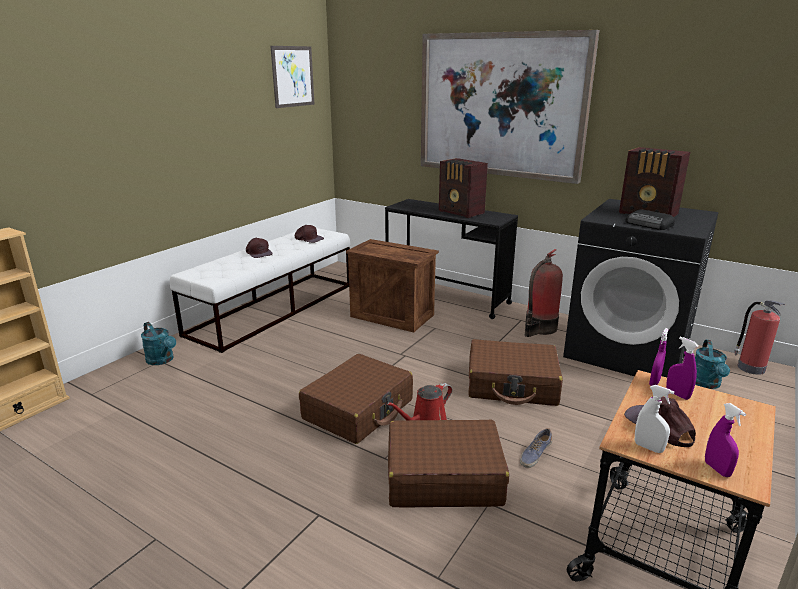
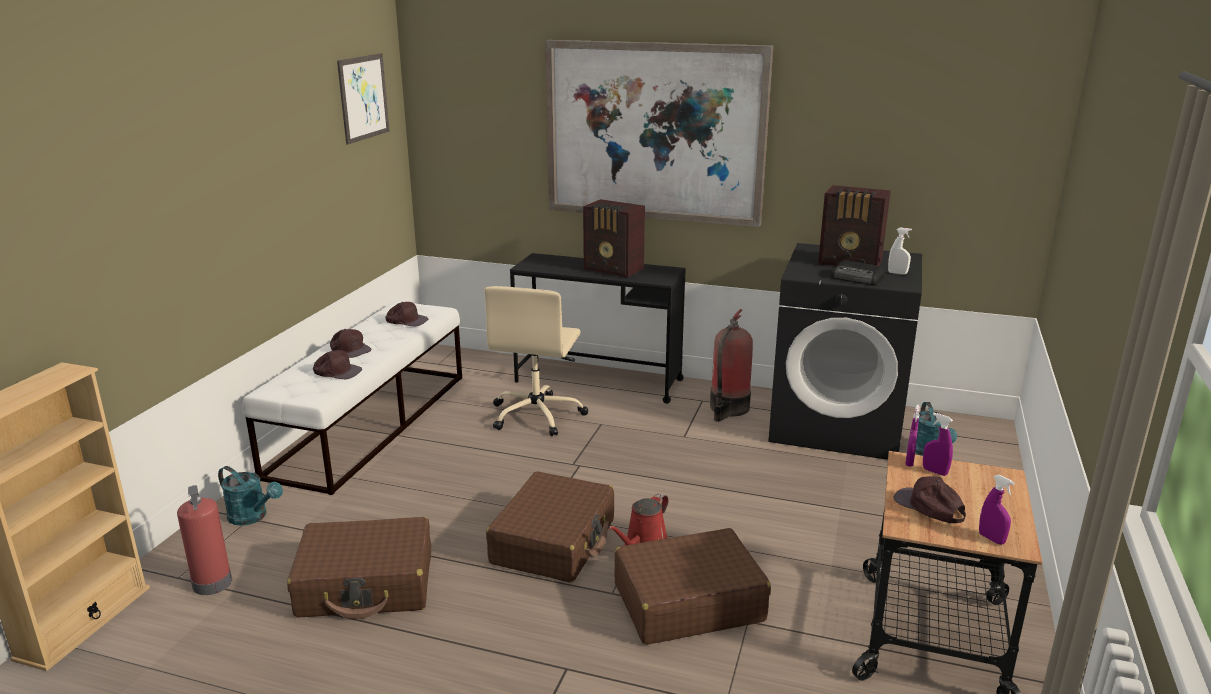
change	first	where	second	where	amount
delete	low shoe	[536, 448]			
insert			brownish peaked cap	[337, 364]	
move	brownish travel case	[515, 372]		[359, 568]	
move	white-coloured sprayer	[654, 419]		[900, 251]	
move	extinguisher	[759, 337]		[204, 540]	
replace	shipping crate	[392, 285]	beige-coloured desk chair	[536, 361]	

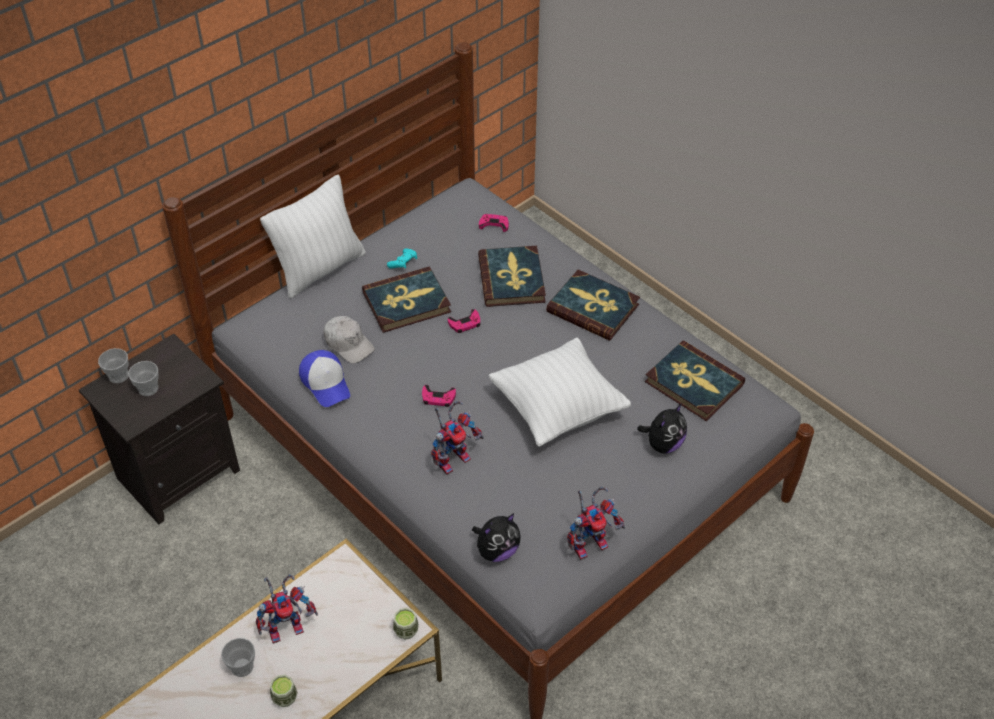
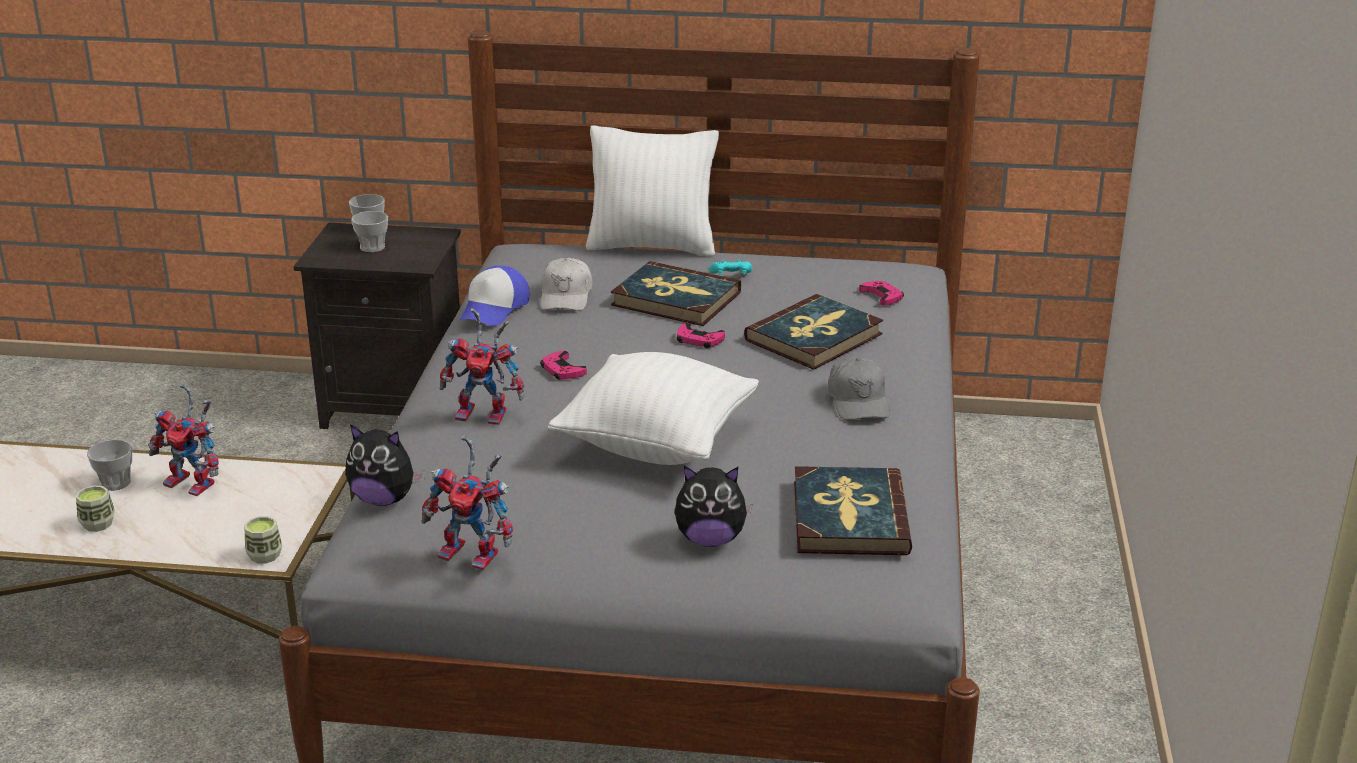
change	first	where	second	where	amount
replace	bound book	[593, 305]	greyish peaked cap	[859, 388]	

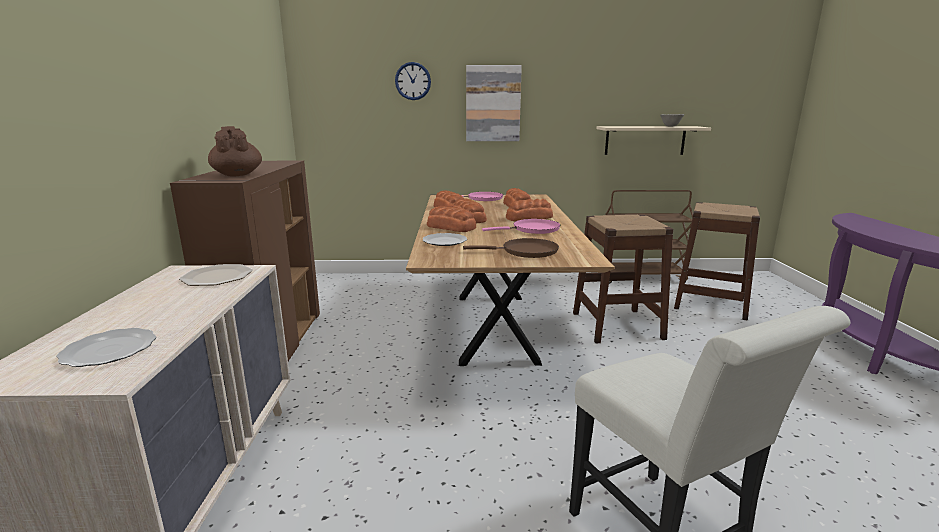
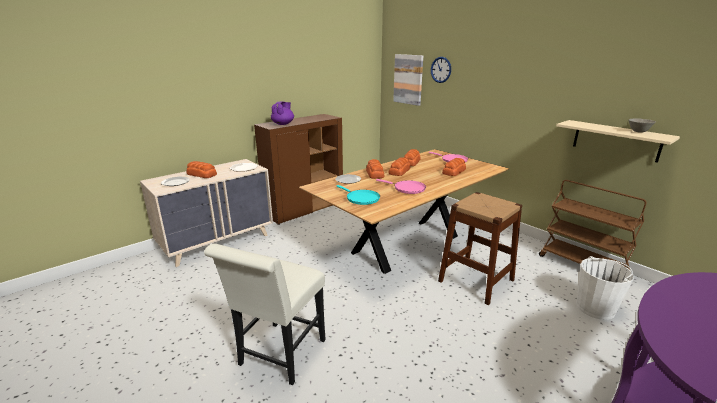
change	first	where	second	where	amount
move	picture	[494, 103]		[408, 80]	
move	bread	[529, 210]		[201, 169]	
replace	brownish stool seat	[717, 261]	white-coloured water bucket	[605, 288]	
recolor	brownish teapot	[235, 151]	purplish teapot	[282, 113]	
recolor	brownish frying pan	[511, 248]	turquoise frying pan	[358, 195]	

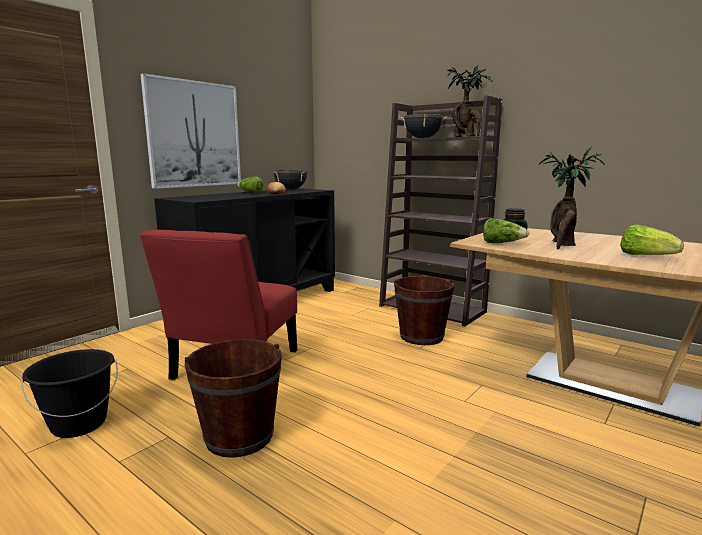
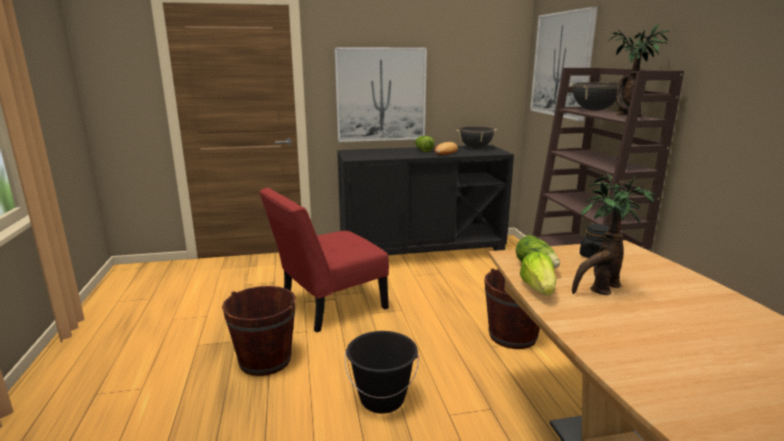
change	first	where	second	where	amount
insert			picture	[564, 64]	
move	blackish water bucket	[69, 393]		[382, 372]	
move	head of lettuce	[652, 239]		[538, 273]	

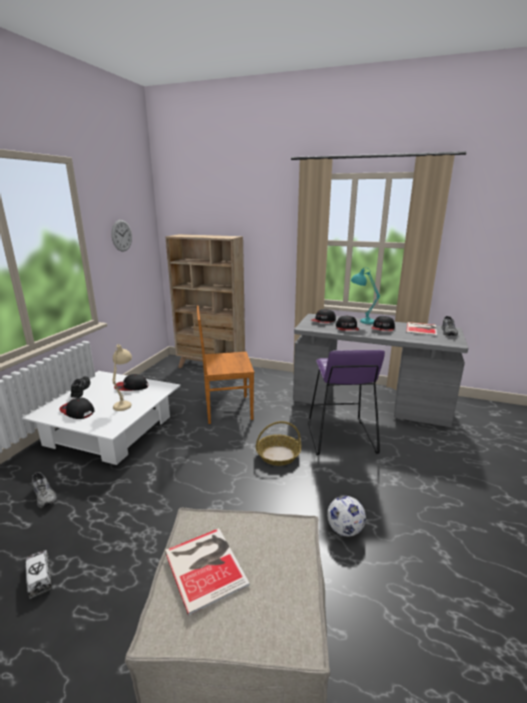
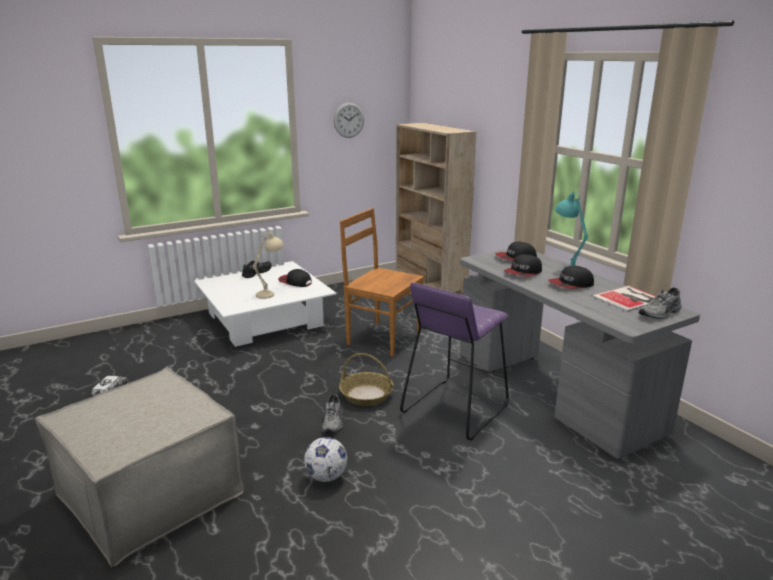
change	first	where	second	where	amount
delete	peaked cap	[76, 408]			
delete	bound book	[207, 571]			
move	greyish low shoe	[44, 490]		[332, 413]	

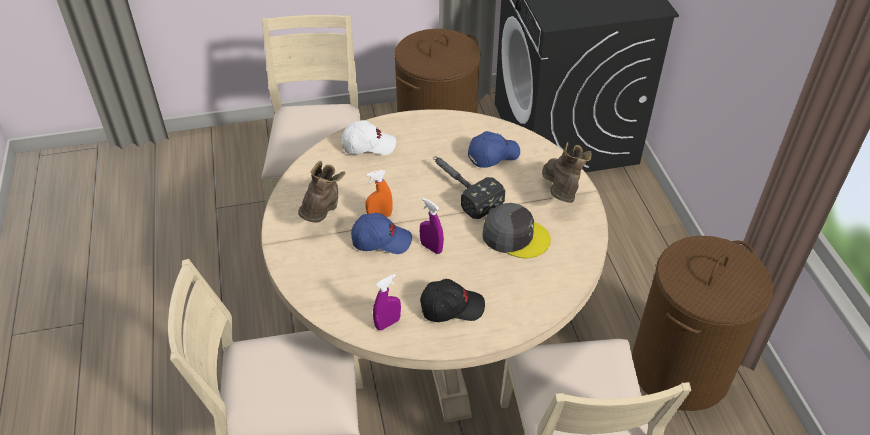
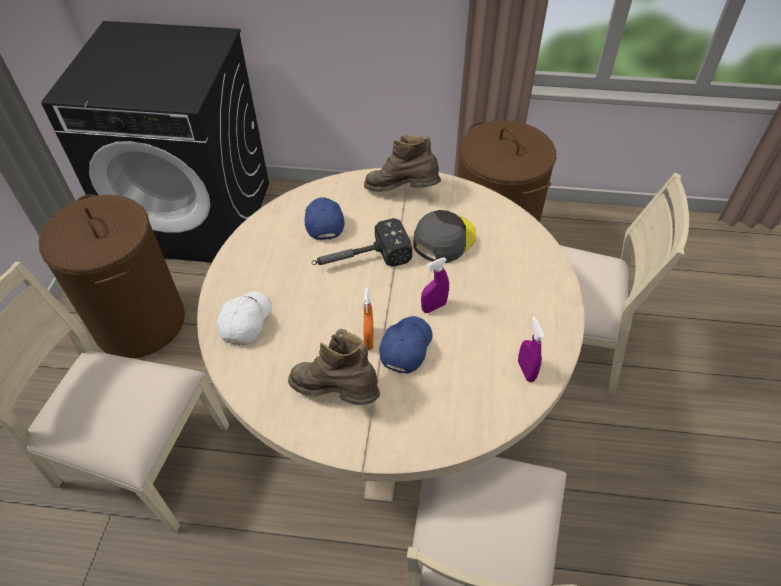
change	first	where	second	where	amount
delete	blackish peaked cap	[452, 300]			

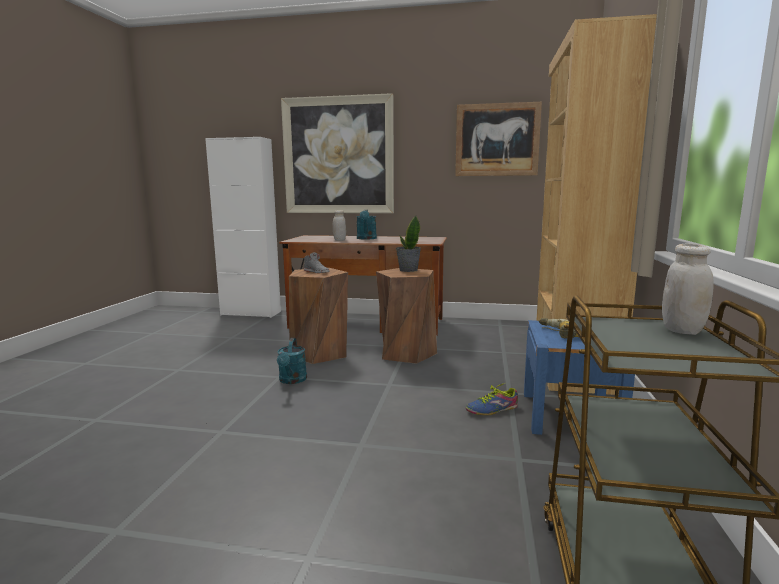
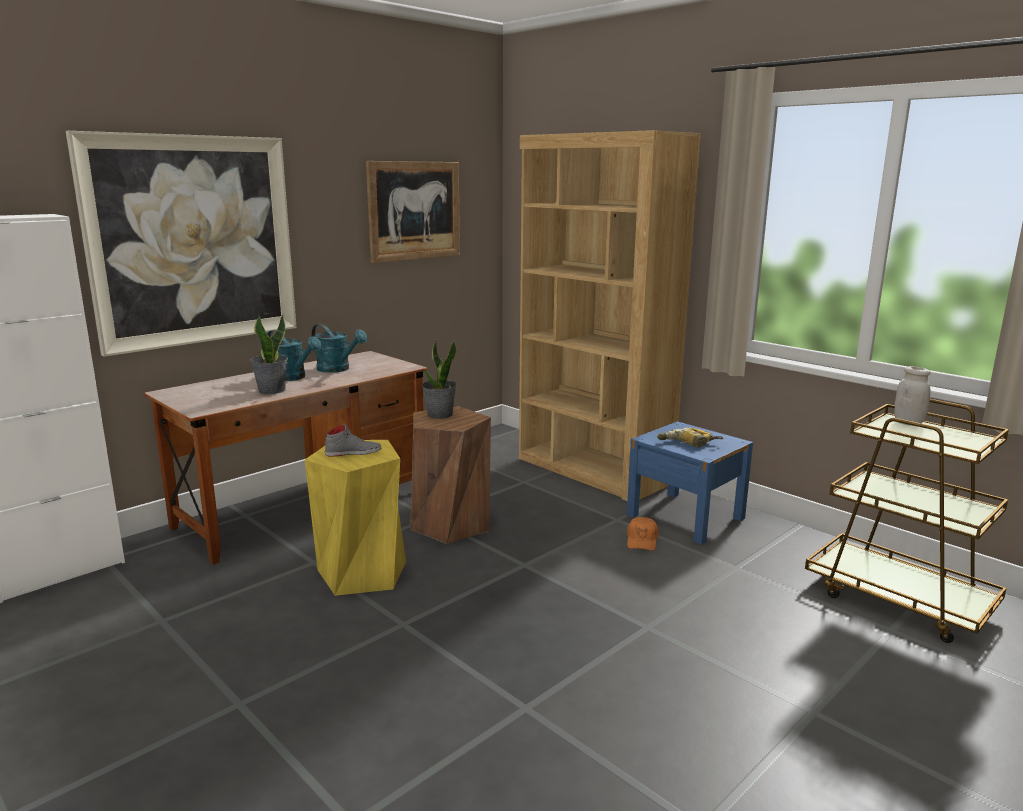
change	first	where	second	where	amount
move	turquoise sprinkling can	[292, 361]		[339, 348]	
replace	white-coloured preserve jar	[339, 225]	potted plant	[269, 354]	
replace	low shoe	[492, 399]	orange-coloured peaked cap	[642, 534]	
recolor	brownish stool seat	[318, 316]	yellowish stool seat	[355, 518]	

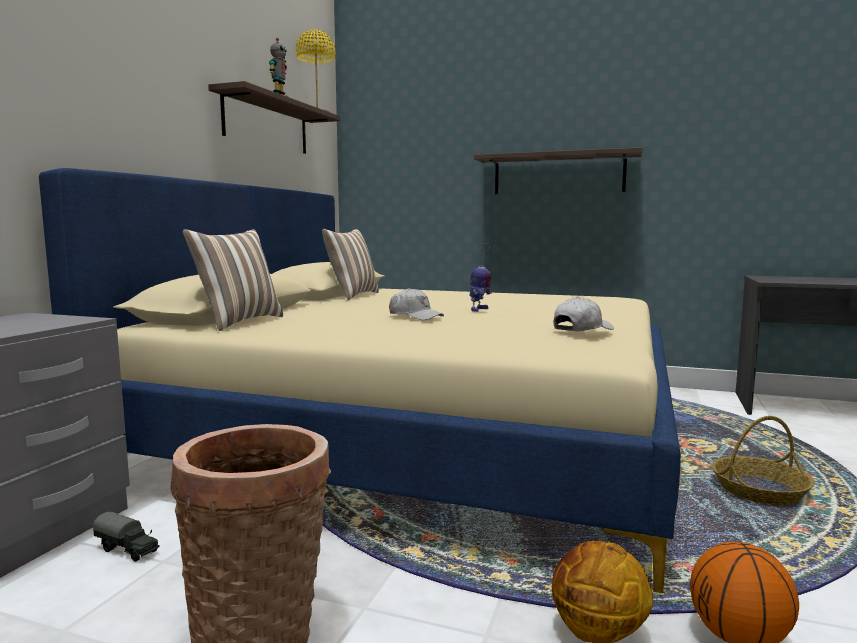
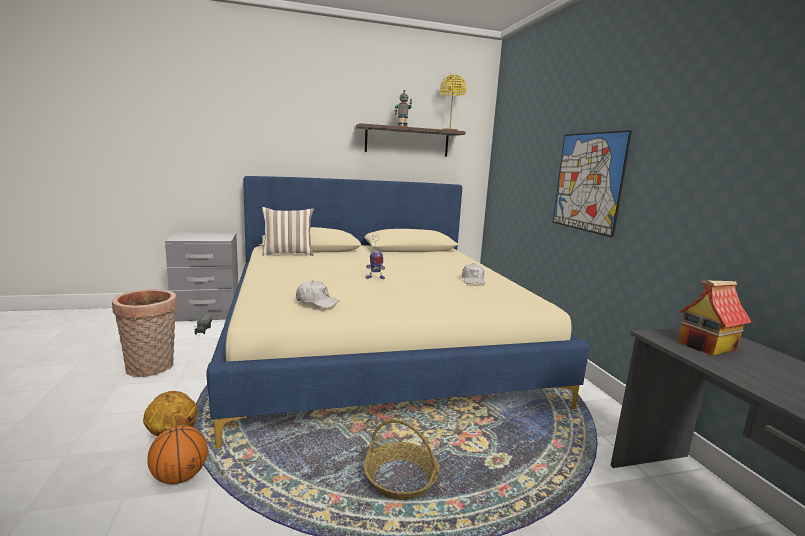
change	first	where	second	where	amount
delete	pillow	[350, 264]			
insert			toy house	[715, 318]	
move	white-coloured peaked cap	[416, 304]		[473, 274]	
replace	shelf	[558, 170]	picture	[592, 184]	

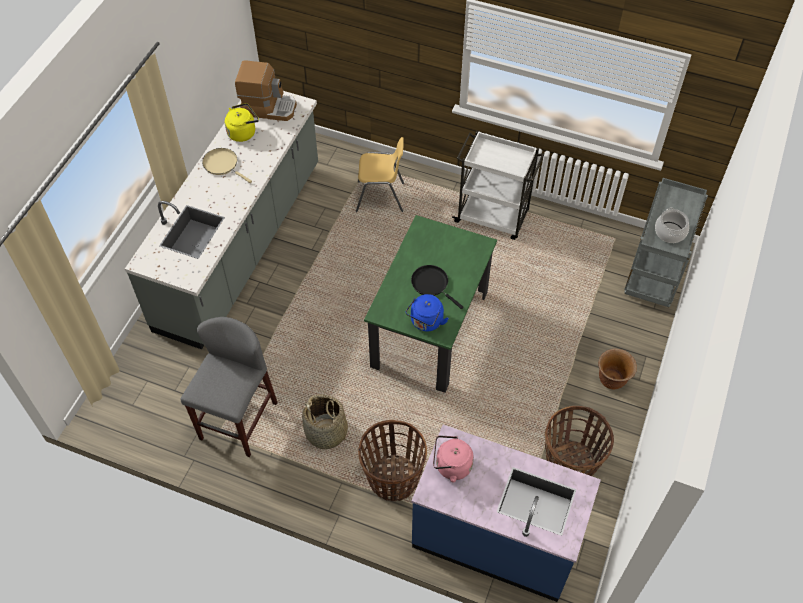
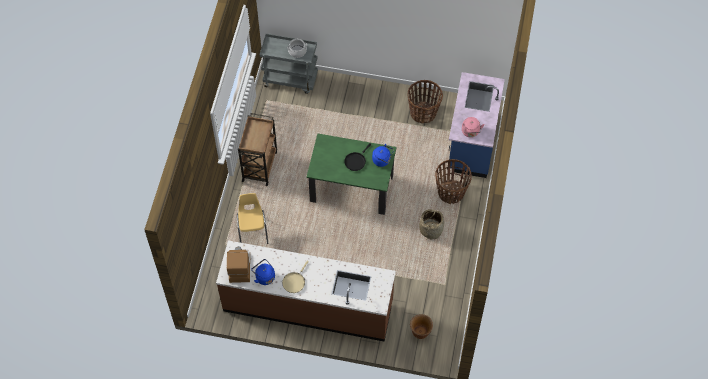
change	first	where	second	where	amount
delete	greyish stool seat	[228, 387]			
move	brownish planter	[617, 369]		[421, 326]	
recolor	greyish counter	[221, 220]	brownish counter	[306, 291]	
recolor	yellowish water kettle	[242, 122]	blue-coloured water kettle	[263, 272]	
recolor	white-coloured cart	[498, 185]	brownish cart	[257, 149]	

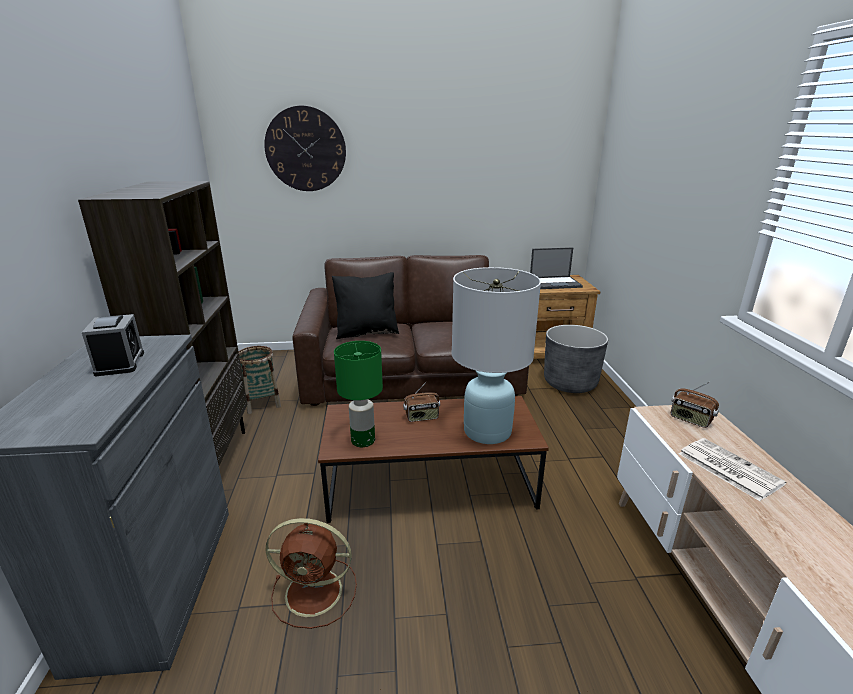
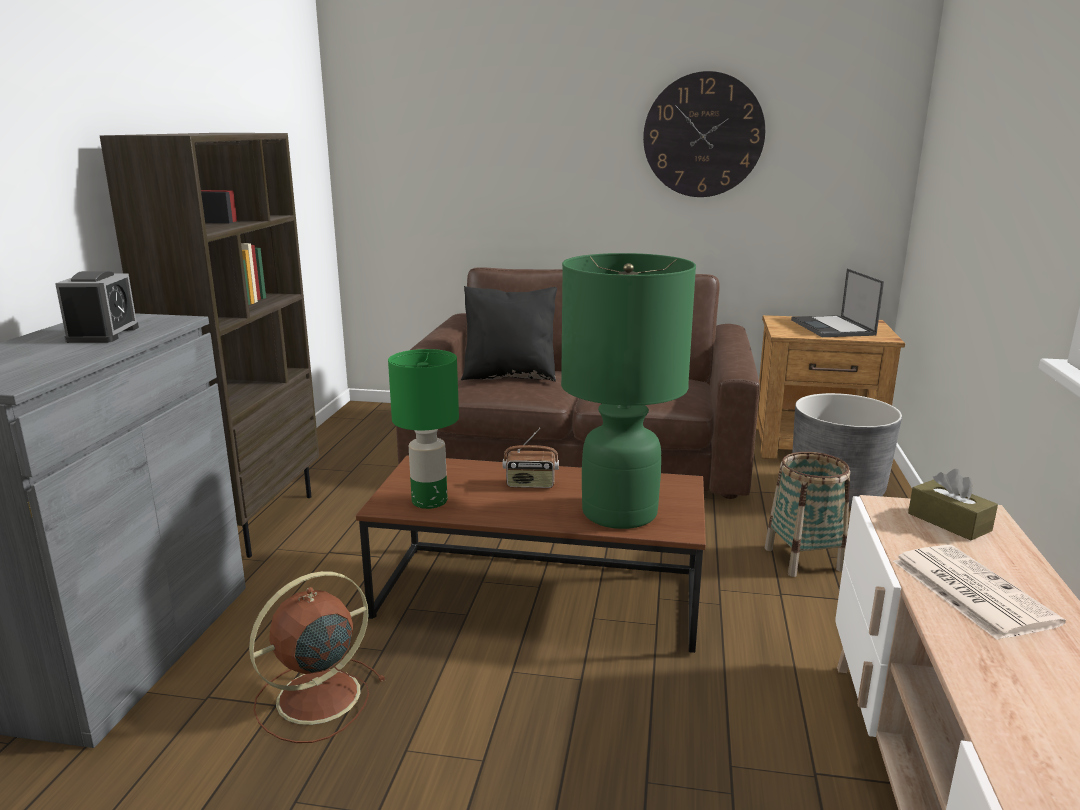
change	first	where	second	where	amount
move	storage basket	[260, 380]		[807, 514]	
move	wall clock	[305, 148]		[704, 134]	
replace	radio set	[695, 405]	brownish tissue holder	[953, 504]	
recolor	white-coloured table lamp	[496, 355]	greenish table lamp	[628, 391]	
rotate	brownish fan	[311, 573]		[317, 657]	120 degrees clockwise
rotate	notebook computer	[556, 268]		[837, 302]	75 degrees clockwise

